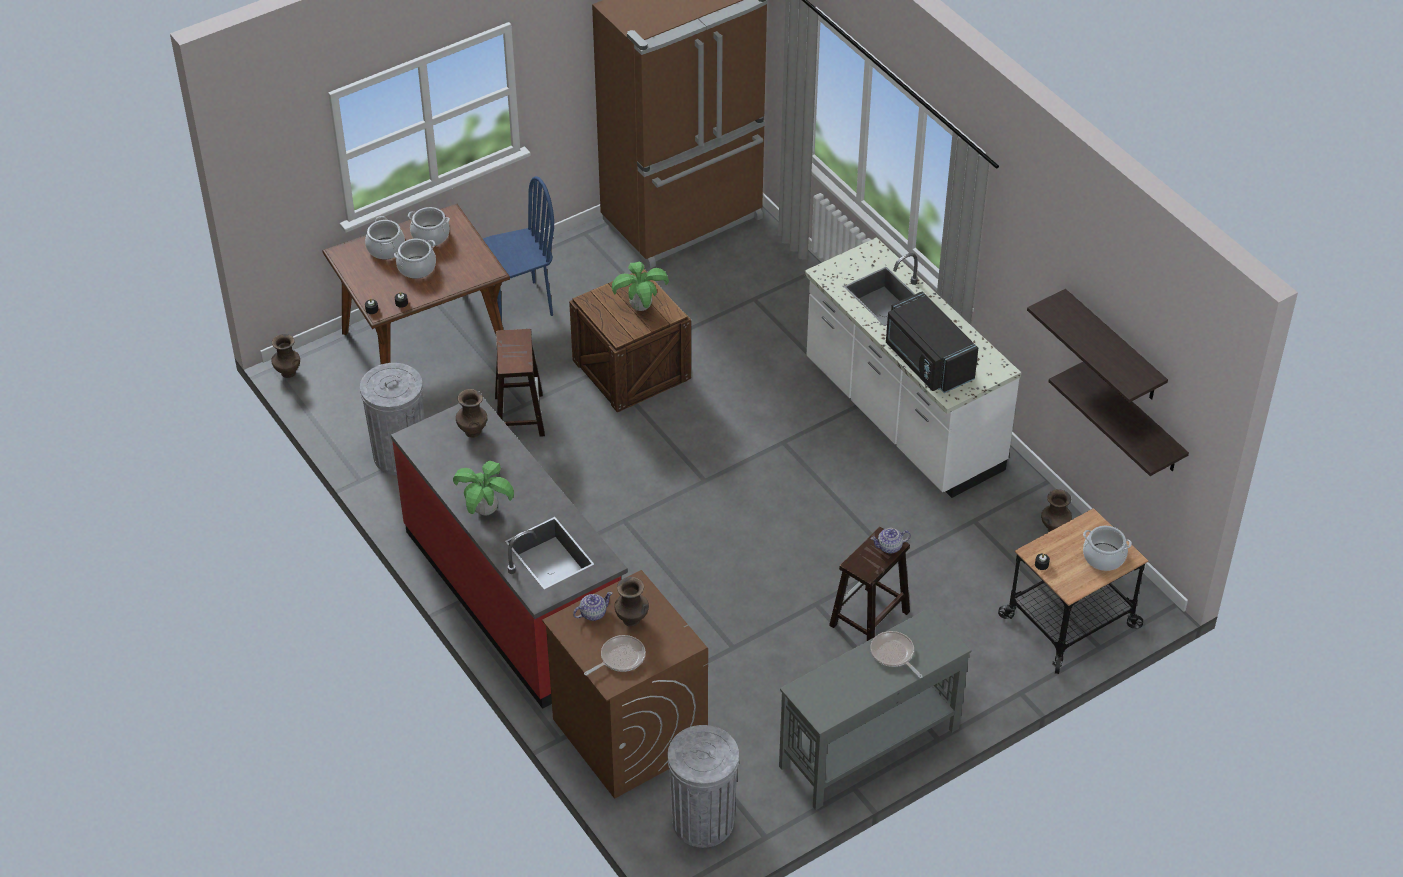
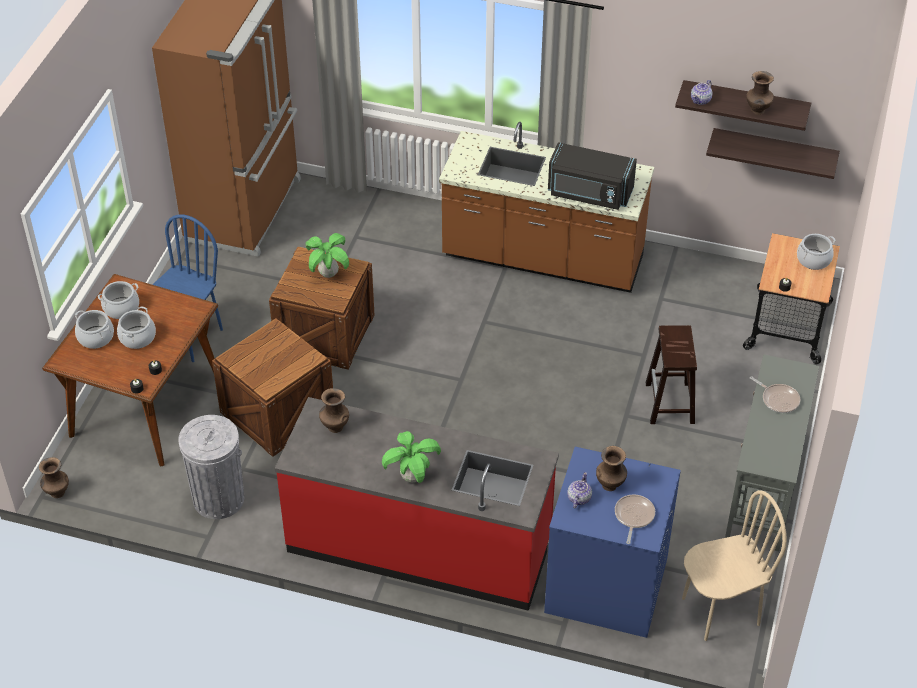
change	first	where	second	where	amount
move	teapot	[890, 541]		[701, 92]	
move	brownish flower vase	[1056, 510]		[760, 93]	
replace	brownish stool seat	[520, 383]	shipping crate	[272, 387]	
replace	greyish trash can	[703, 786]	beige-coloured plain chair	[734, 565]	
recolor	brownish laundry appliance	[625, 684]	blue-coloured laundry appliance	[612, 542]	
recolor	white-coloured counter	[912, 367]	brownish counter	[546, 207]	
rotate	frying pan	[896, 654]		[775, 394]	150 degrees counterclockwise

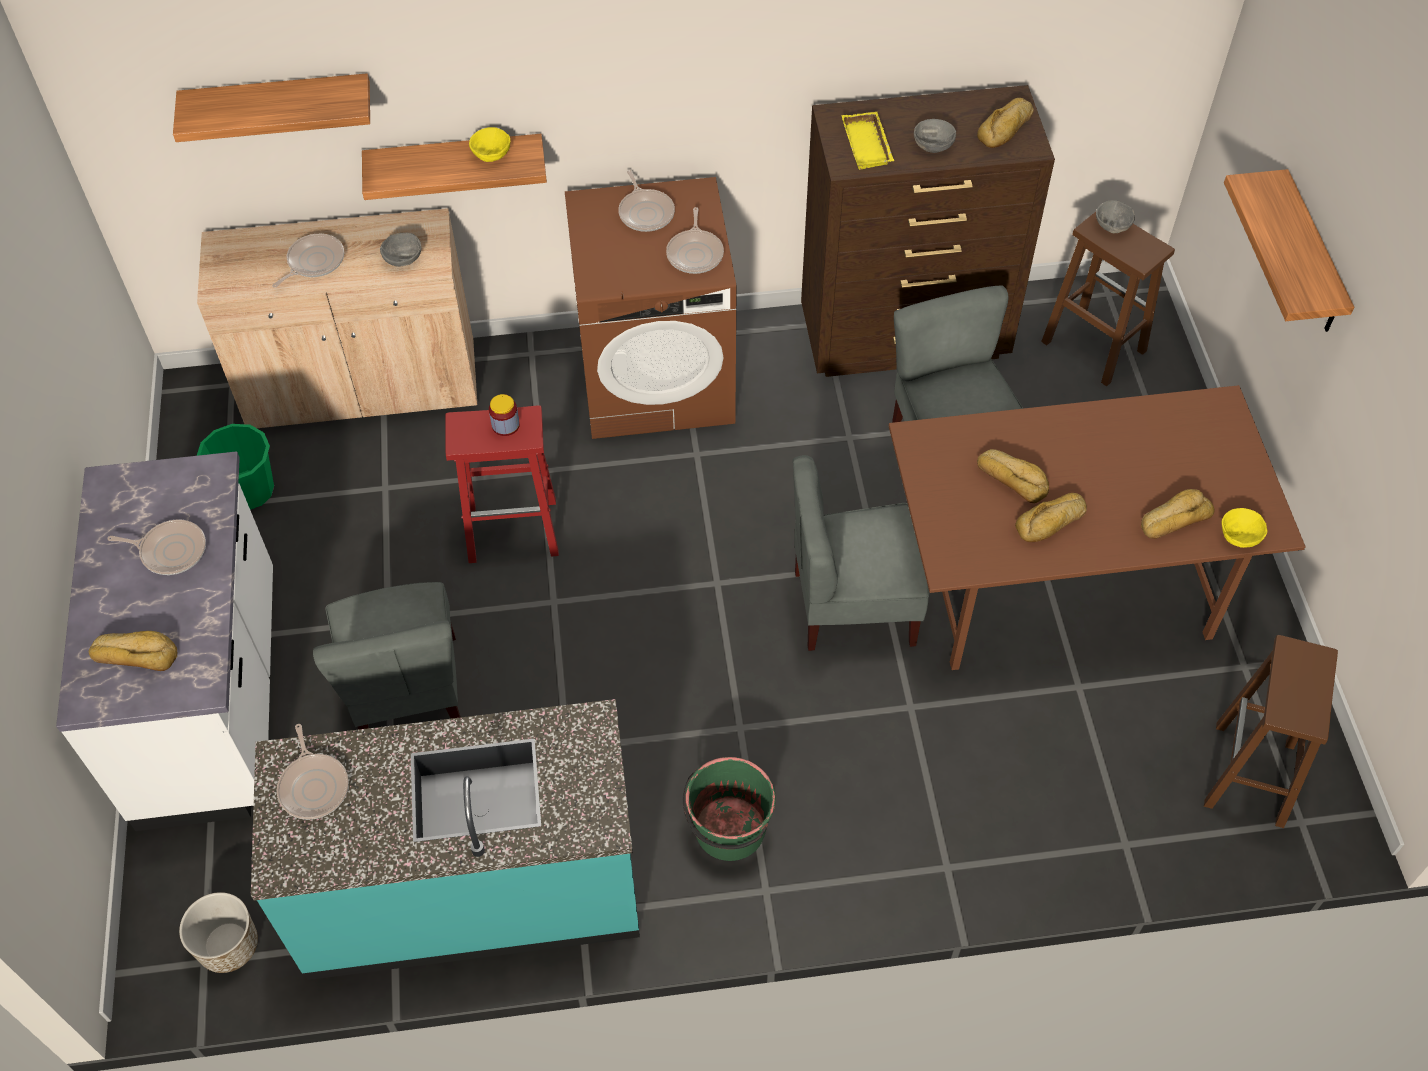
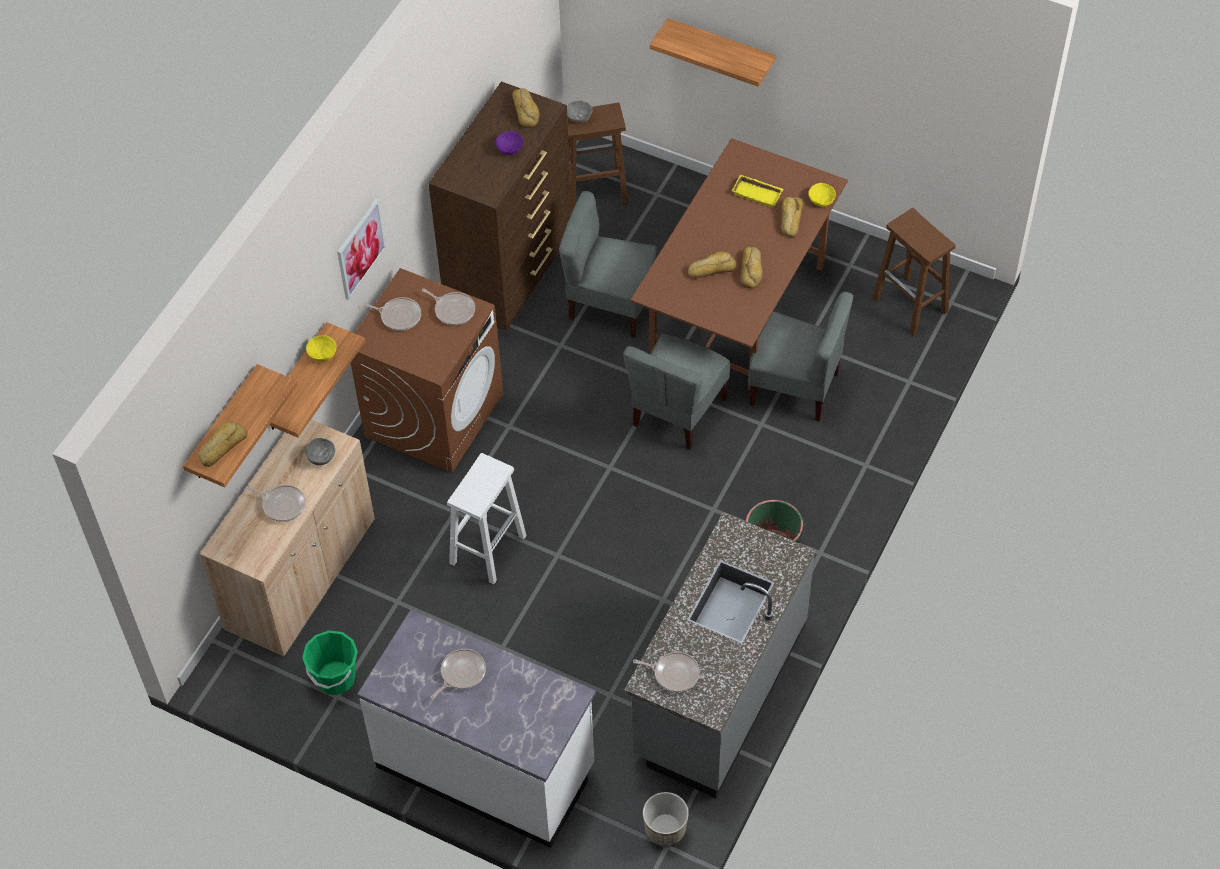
change	first	where	second	where	amount
delete	preserve jar	[504, 415]			
insert			picture	[361, 249]	
move	bread	[133, 651]		[223, 444]	
move	greyish plain chair	[387, 656]		[800, 356]	
move	yellowish carrying tray	[868, 141]		[757, 191]	
recolor	turquoise counter	[445, 839]	greyish counter	[720, 655]	
recolor	reddish stool seat	[502, 484]	white-coloured stool seat	[487, 518]	
recolor	greyish deep dish	[935, 136]	purplish deep dish	[509, 143]	
rotate	frying pan	[308, 261]		[276, 503]	135 degrees clockwise

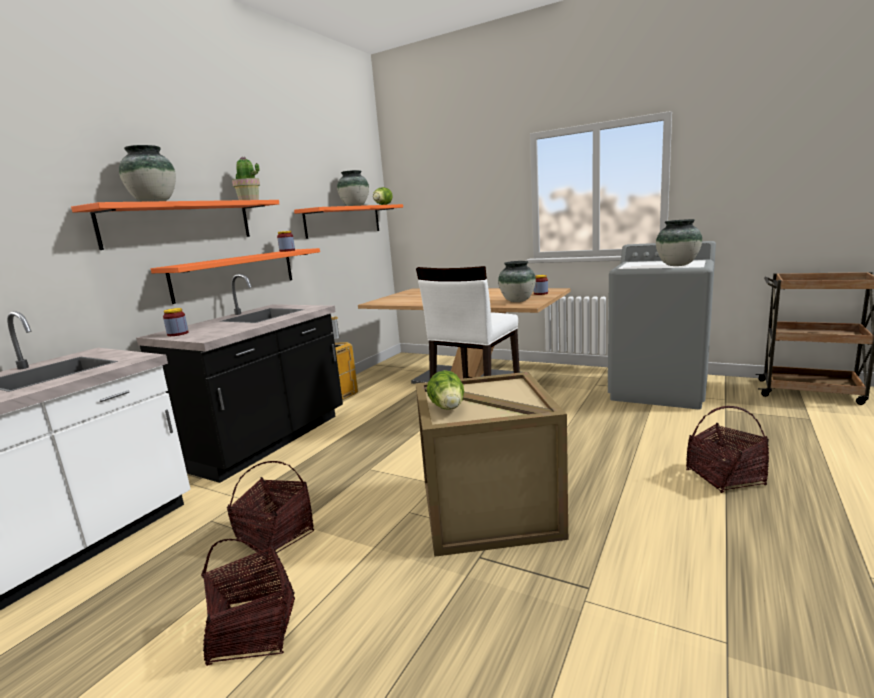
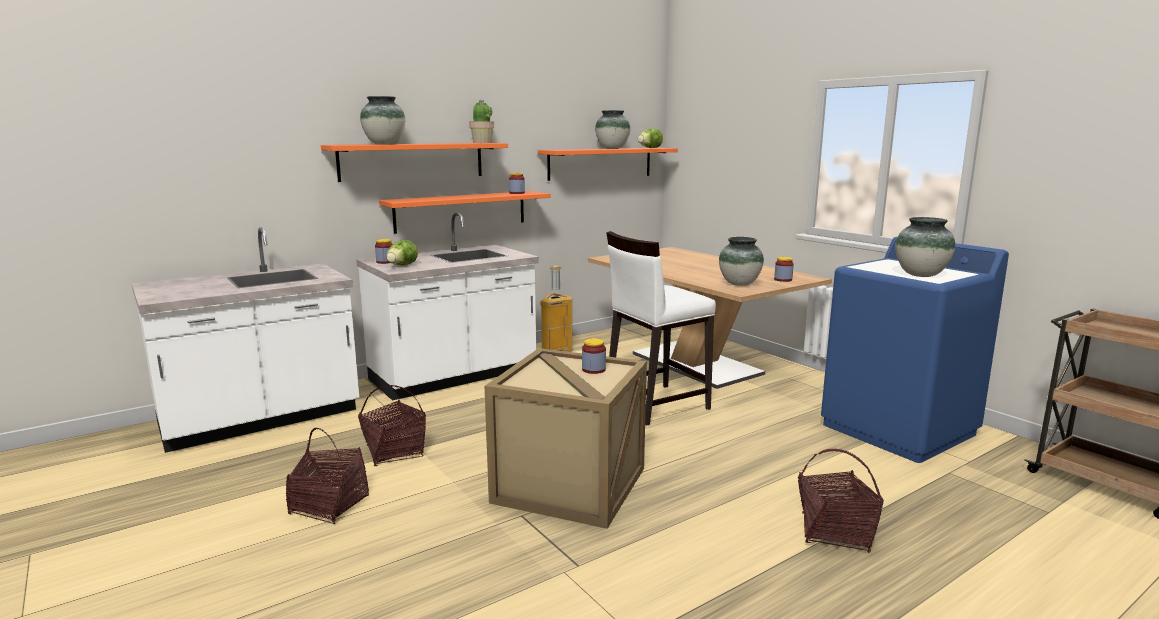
change	first	where	second	where	amount
insert			preserve jar	[594, 356]	
move	head of lettuce	[445, 390]		[402, 252]	
recolor	blackish counter	[239, 378]	white-coloured counter	[447, 307]	
recolor	greyish laundry appliance	[662, 325]	blue-coloured laundry appliance	[915, 350]	

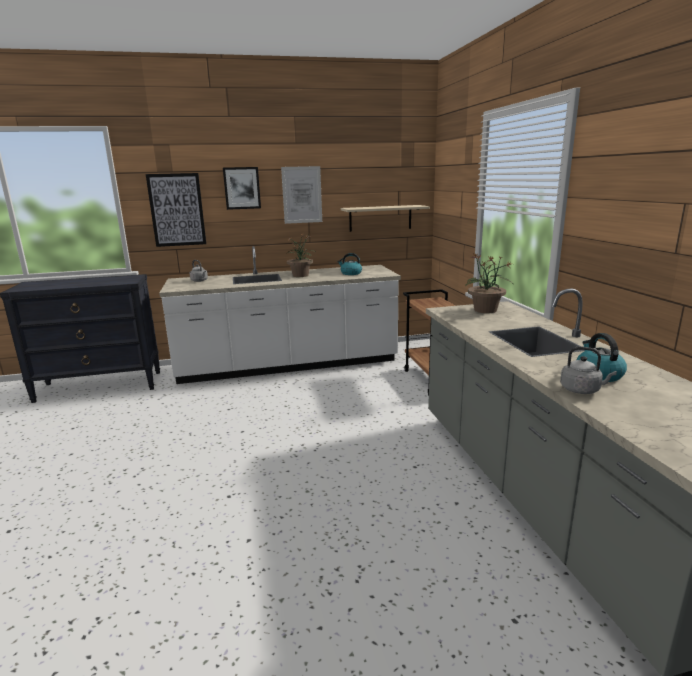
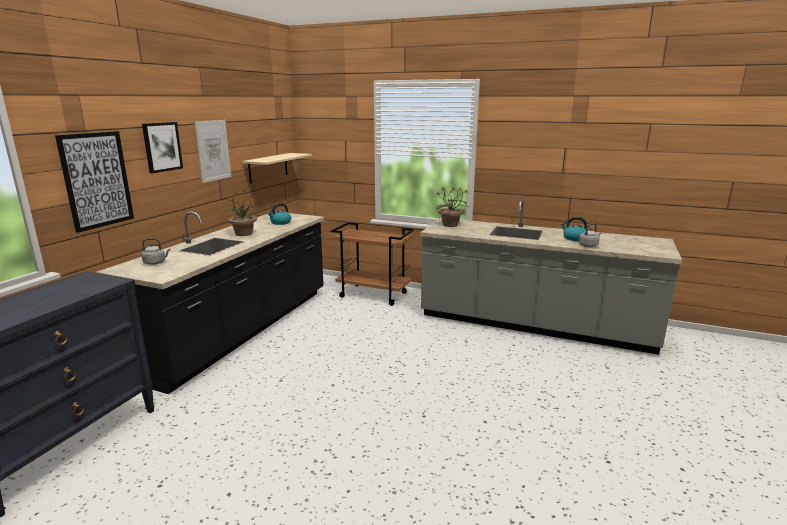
change	first	where	second	where	amount
recolor	white-coloured counter	[280, 315]	blackish counter	[210, 303]	

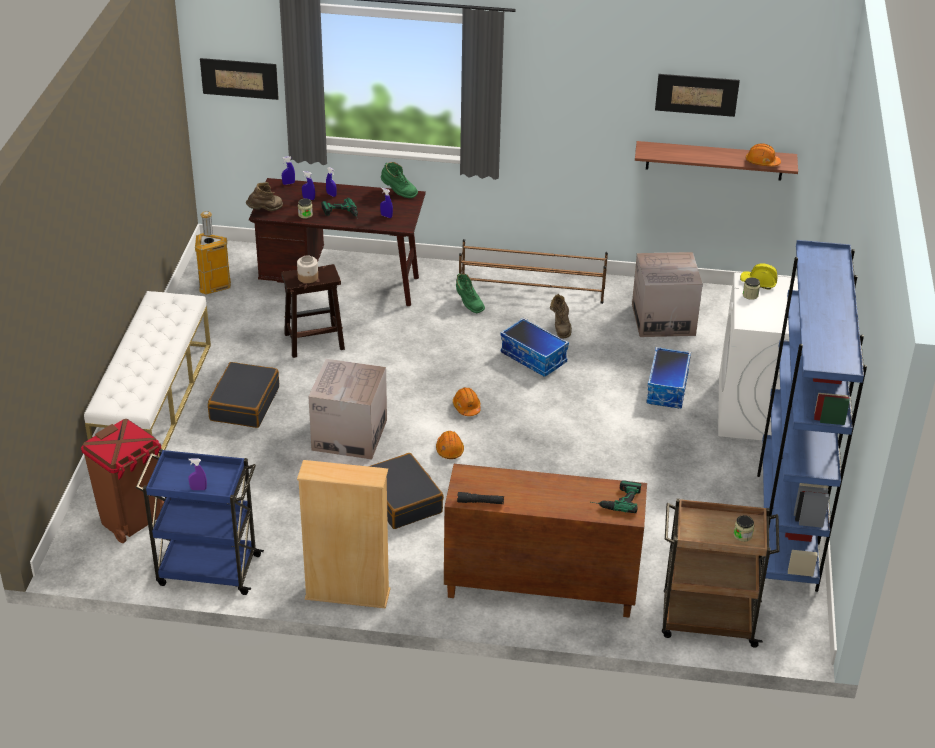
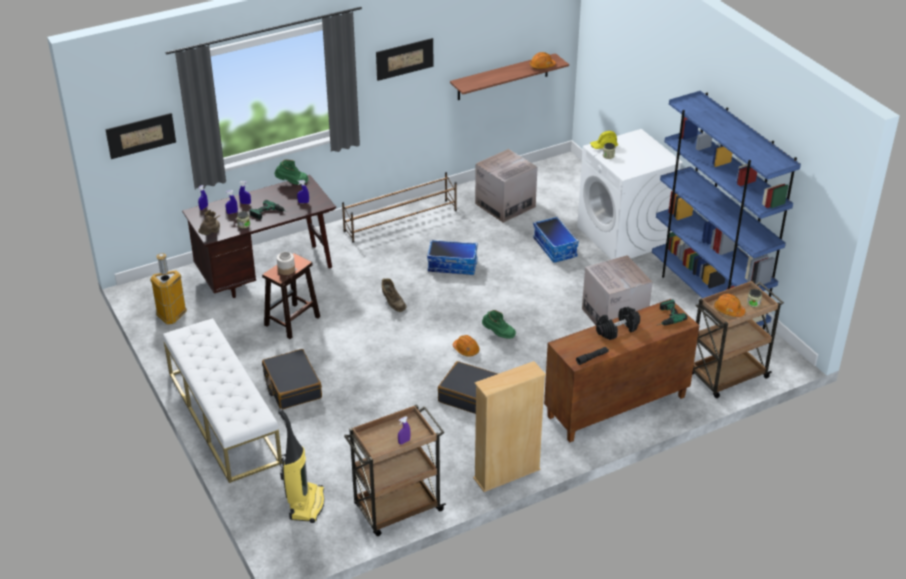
change	first	where	second	where	amount
insert			blackish hand weight	[618, 323]	
move	cardboard box	[348, 409]		[617, 290]	
move	orange-coloured hard hat	[467, 401]		[729, 305]	
move	greenish boot	[470, 293]		[499, 324]	
move	brownish boot	[561, 316]		[394, 295]	
move	picture	[697, 95]		[405, 59]	
replace	brownish trash can	[122, 481]	hoover	[301, 465]	
recolor	blue-coloured cart	[200, 522]	brownish cart	[395, 470]	

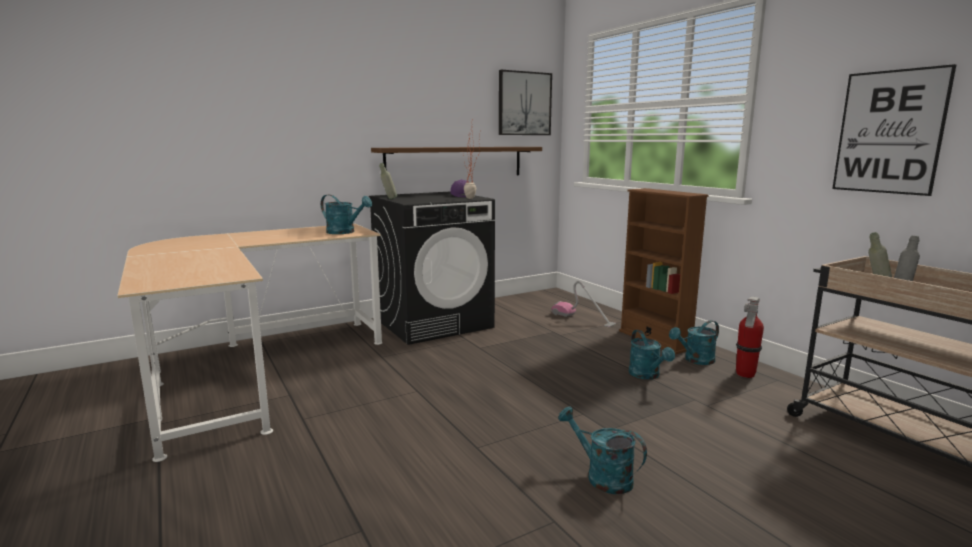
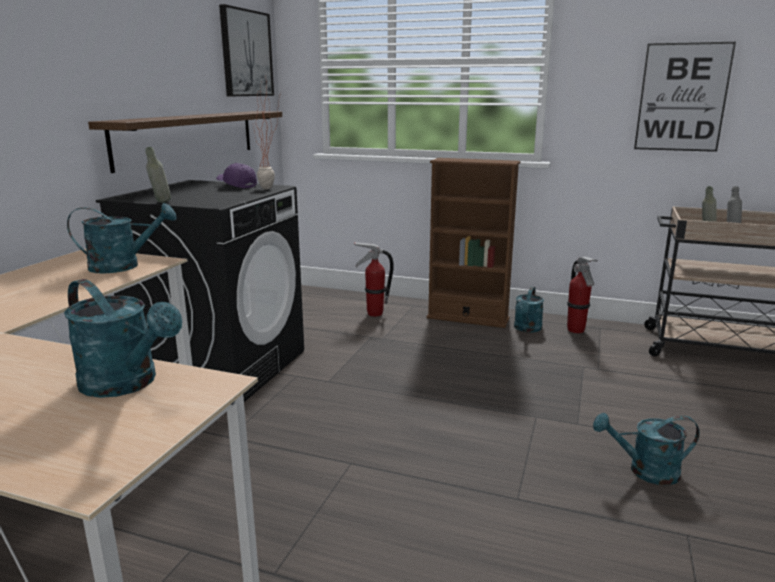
change	first	where	second	where	amount
move	turquoise sprinkling can	[652, 355]		[123, 338]	
replace	hoover	[583, 304]	extinguisher	[374, 279]	

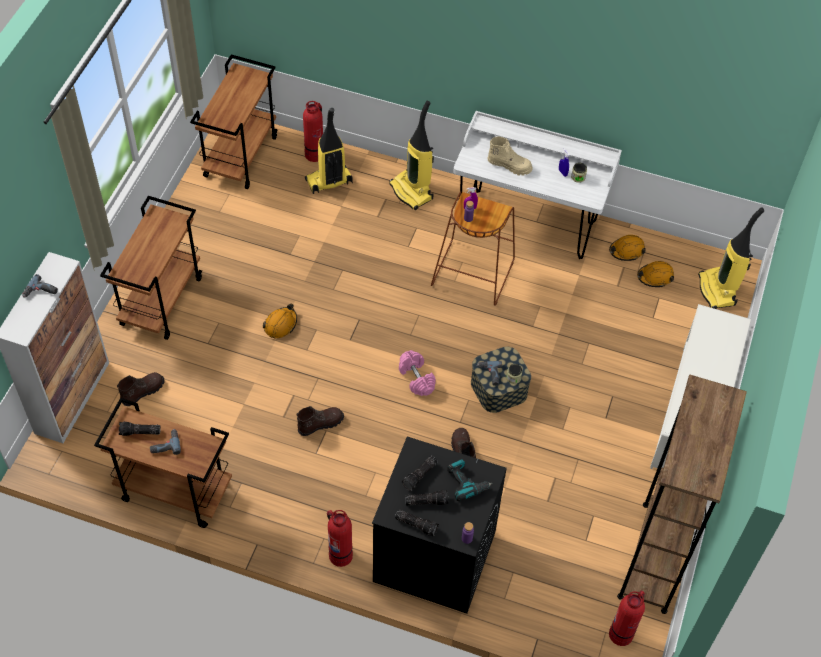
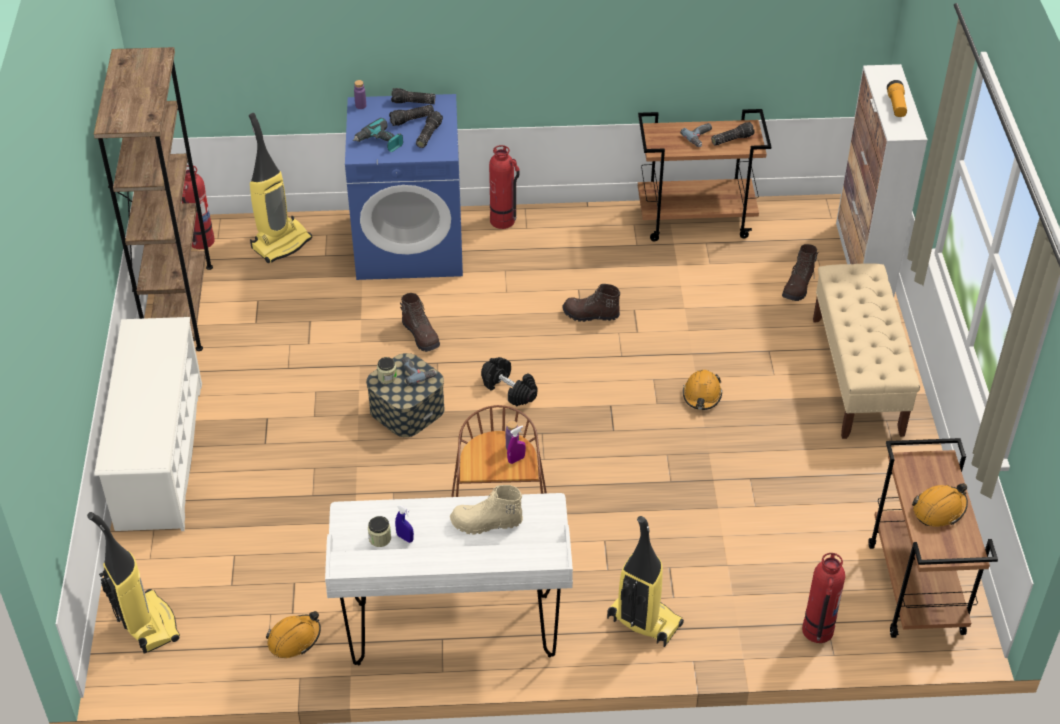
change	first	where	second	where	amount
move	hoover	[329, 151]		[280, 188]	
move	orange-coloured hard hat	[655, 274]		[940, 505]	
replace	drill	[40, 285]	torch	[897, 98]	
replace	brownish cart	[151, 268]	beige-coloured long seat	[866, 351]	
recolor	blackish laundry appliance	[439, 525]	blue-coloured laundry appliance	[404, 187]	
recolor	pink-coloured hand weight	[417, 373]	blackish hand weight	[509, 381]	
rotate	brownish boot	[320, 421]		[591, 303]	60 degrees clockwise

